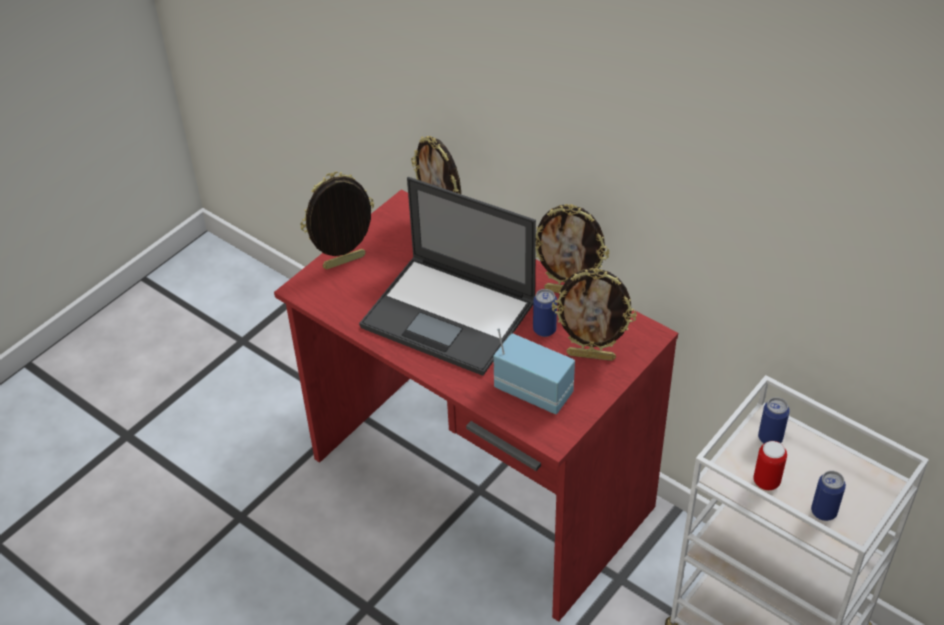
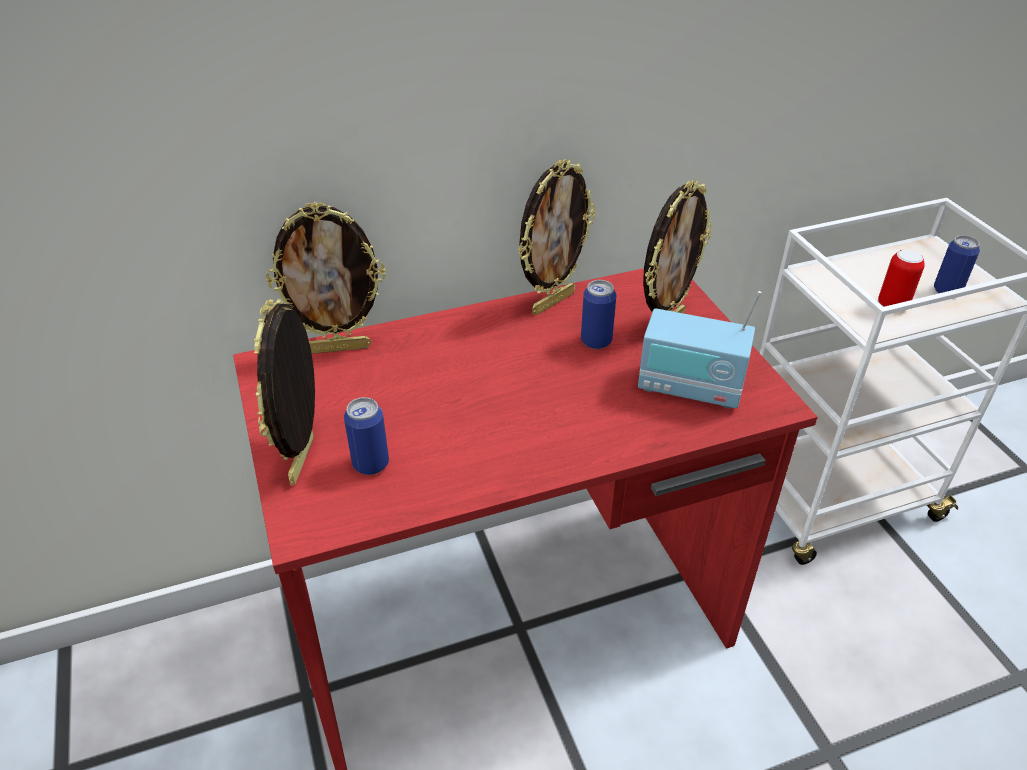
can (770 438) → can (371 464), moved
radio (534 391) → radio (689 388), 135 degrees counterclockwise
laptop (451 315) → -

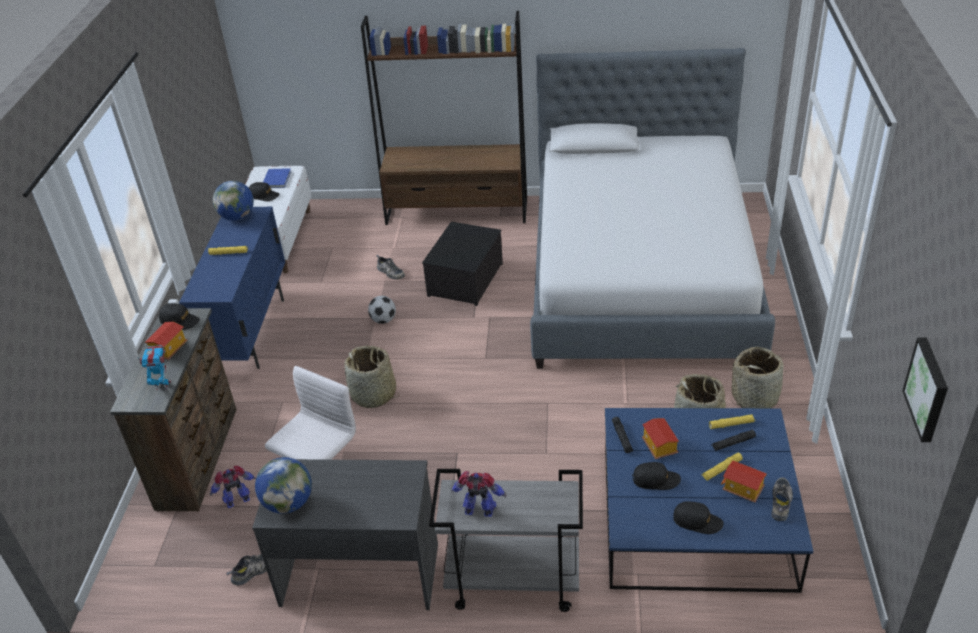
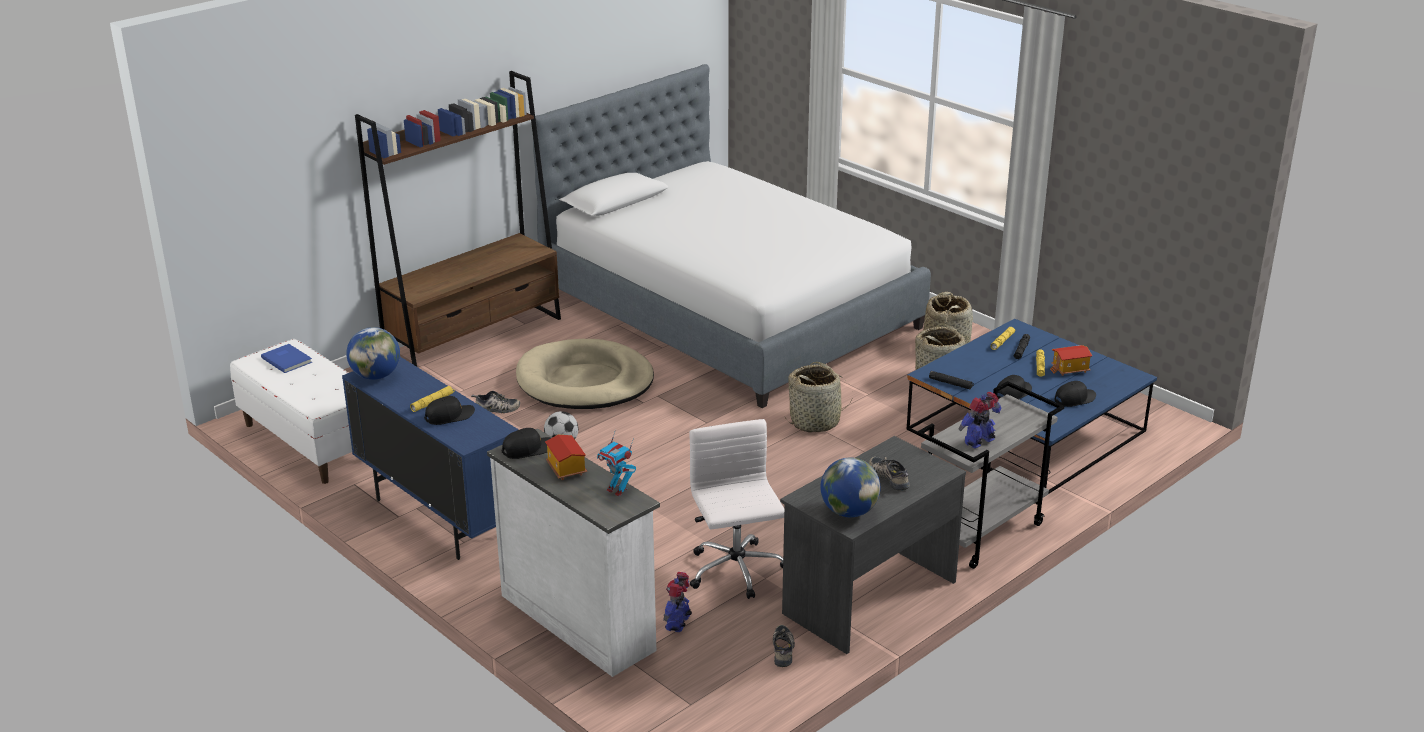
cap (black) (264 195) → cap (black) (449 416), moved
dresser (brown) (199 457) → dresser (white) (578 620)
storage box (466 280) → dog bed (beige) (584 381)
toy robot (162 385) → toy robot (617 490), 90 degrees counterclockwise
basket (374 395) → basket (815 421), moved
shoe (782 502) → shoe (890 477), moved
toy house (658 447) → -
picture (928 389) → -

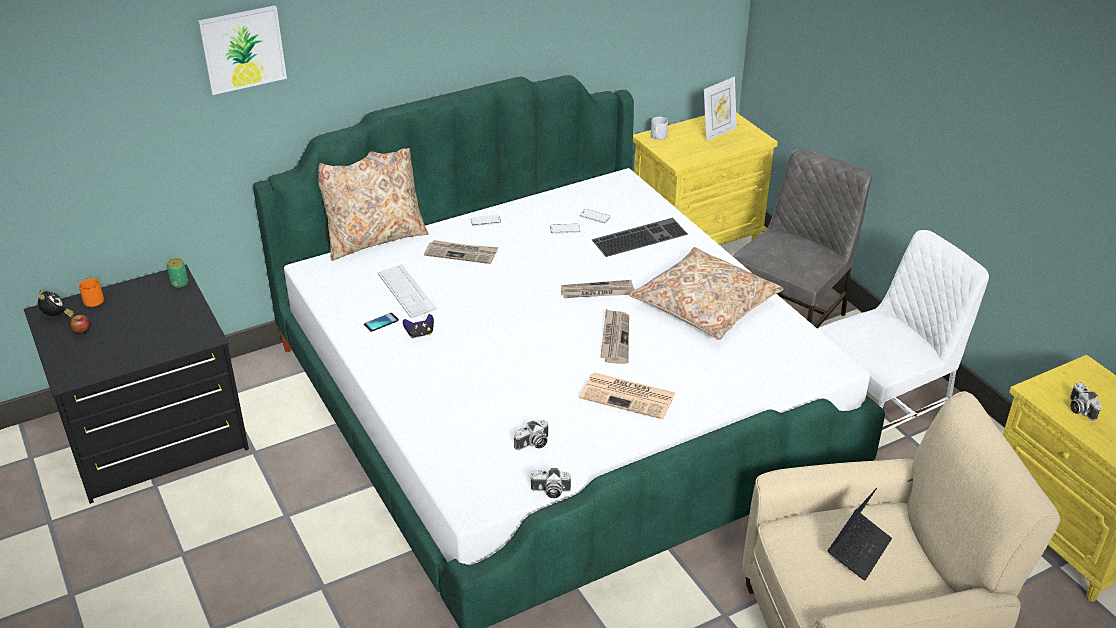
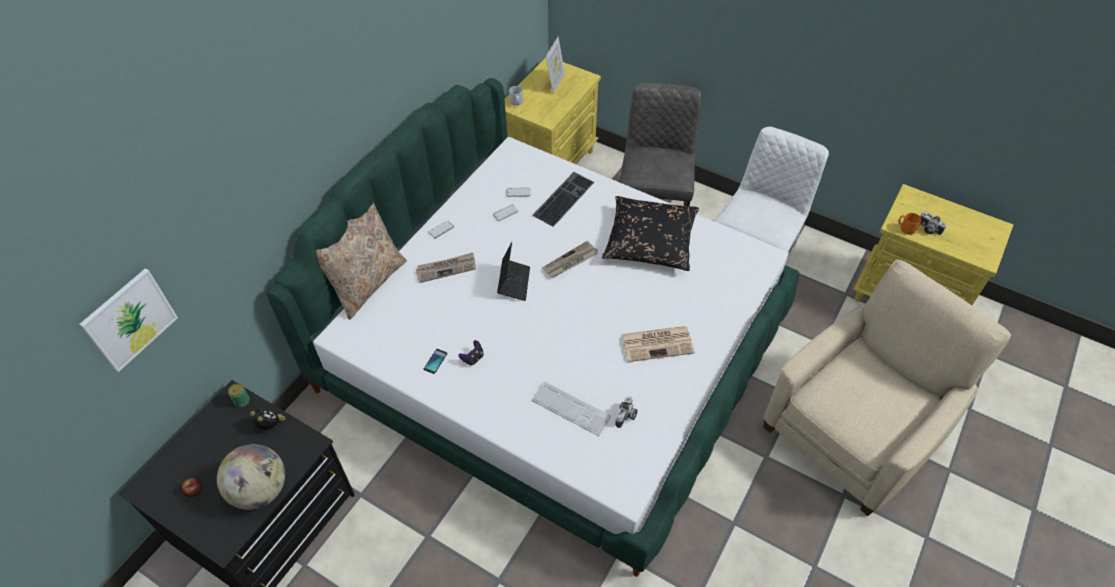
picture (242 49) → picture (130 319), moved
- → globe (260 490)
alarm clock (57 317) → alarm clock (271 425), moved
laptop (858 550) → laptop (514 282), moved
keyboard (406 291) → keyboard (570 408), moved
pillow (beige) (705 305) → pillow (black) (650 241)
mug (orange) (93 300) → mug (orange) (905 228), moved
photo camera (550 491) → -
newspaper (614 338) → -

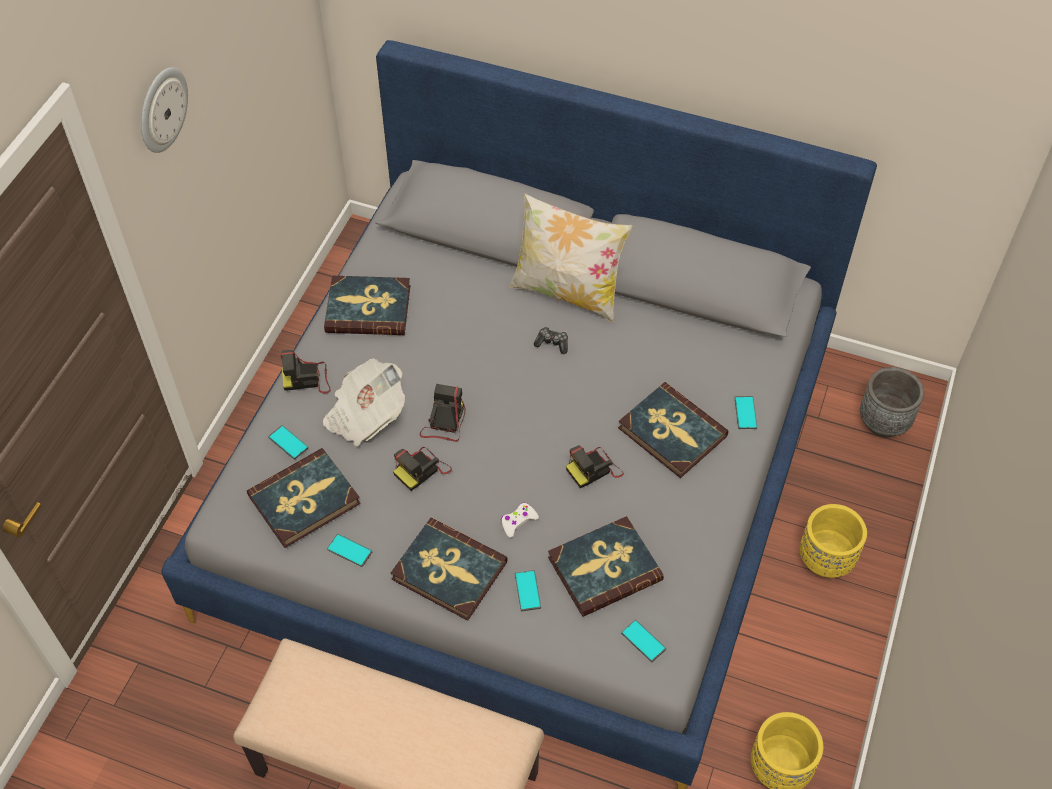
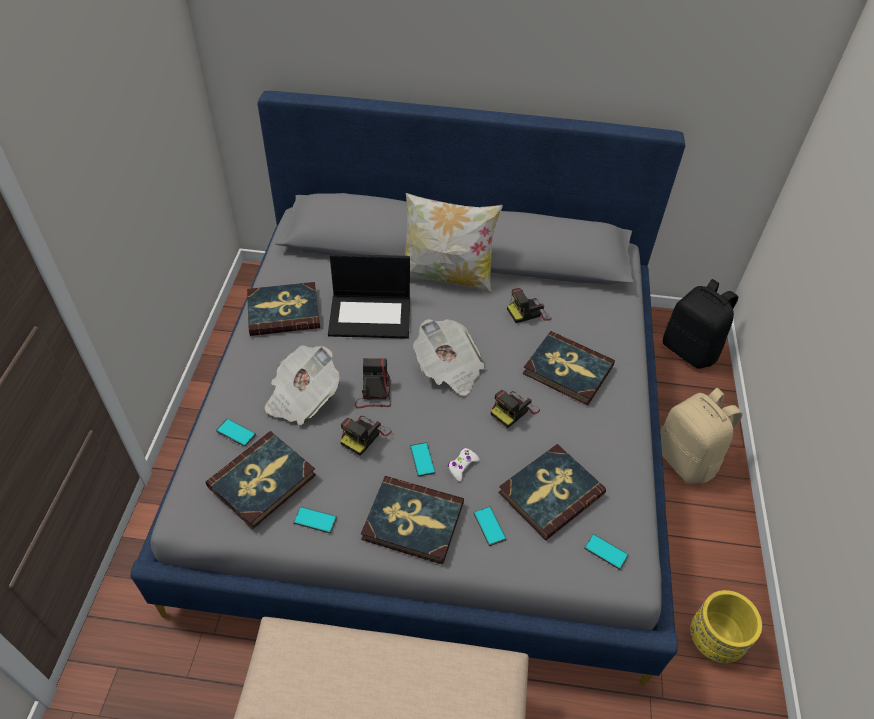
- → laptop (371 315)
phone (745 413) → phone (422 459), moved
- → newspaper (448 369)
photo camera (307 379) → photo camera (528 312), moved
planter (yellow) (826 559) → backpack (beige) (687 460)
planter (grey) (884 422) → backpack (black) (690 350)
wall clock (161 109) → -
game controller (552 343) → -

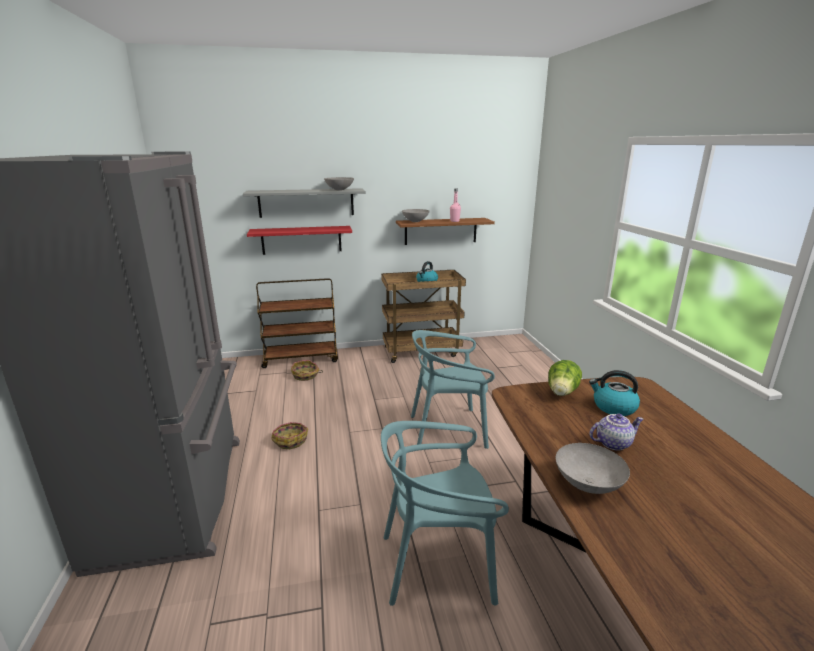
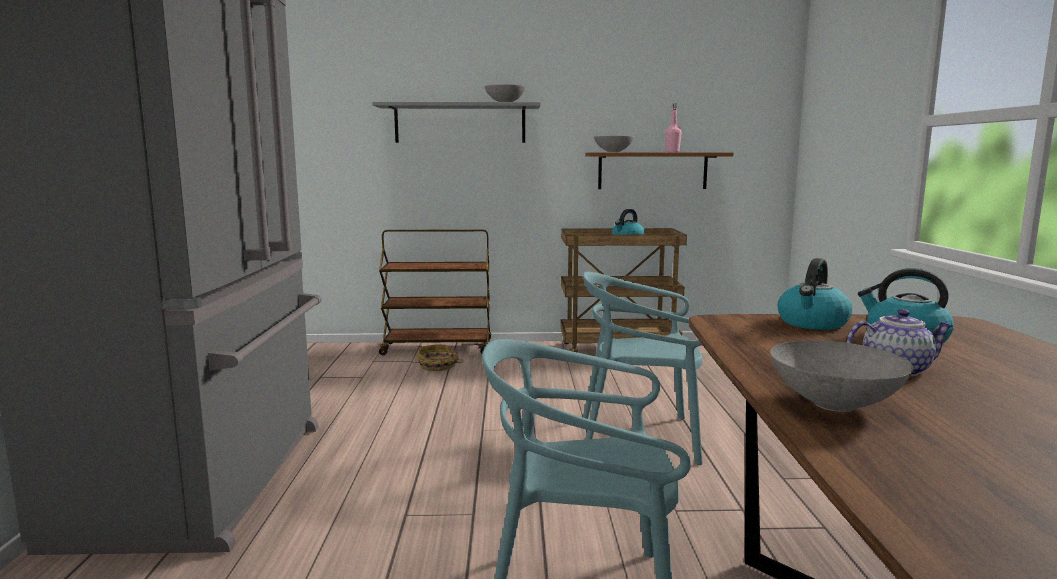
lettuce (562 393) → kettle (812 323)
shelf (red) (301 240) → -
basket (290 440) → -

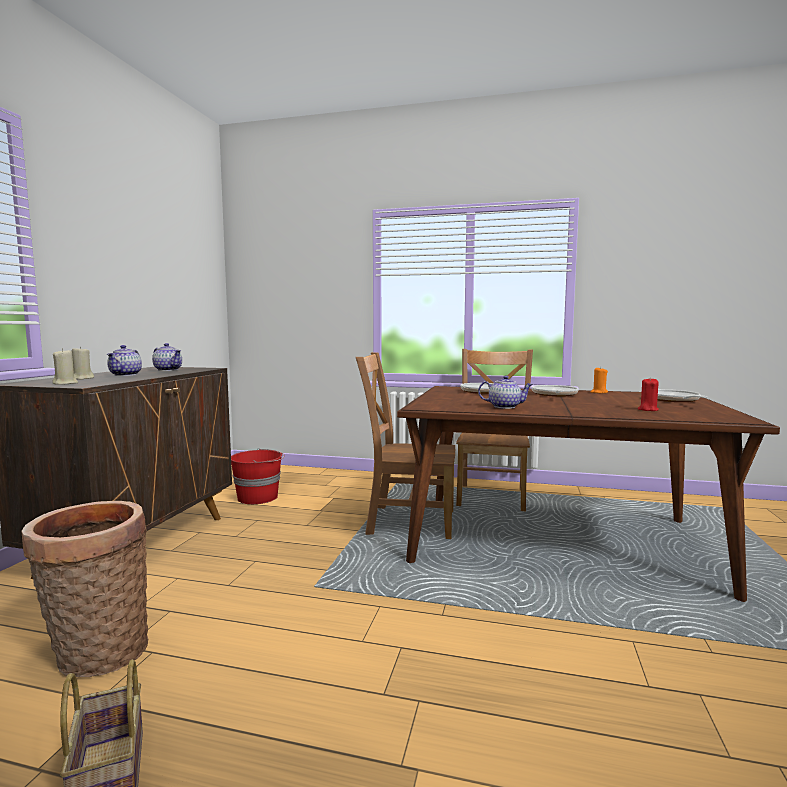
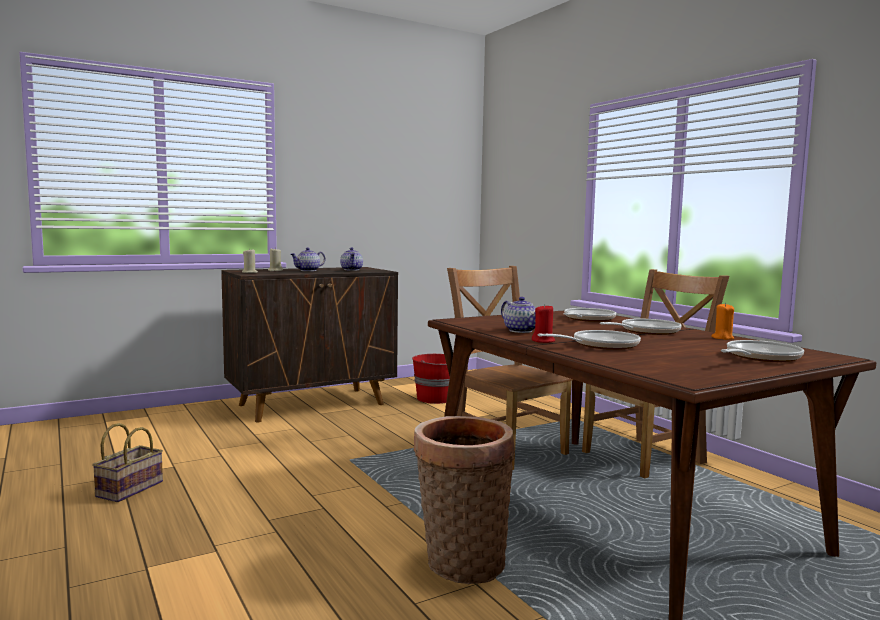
basket (97 654) → basket (460 563), moved
candle (red) (647 410) → candle (red) (543 341), moved
- → frying pan (600 345)

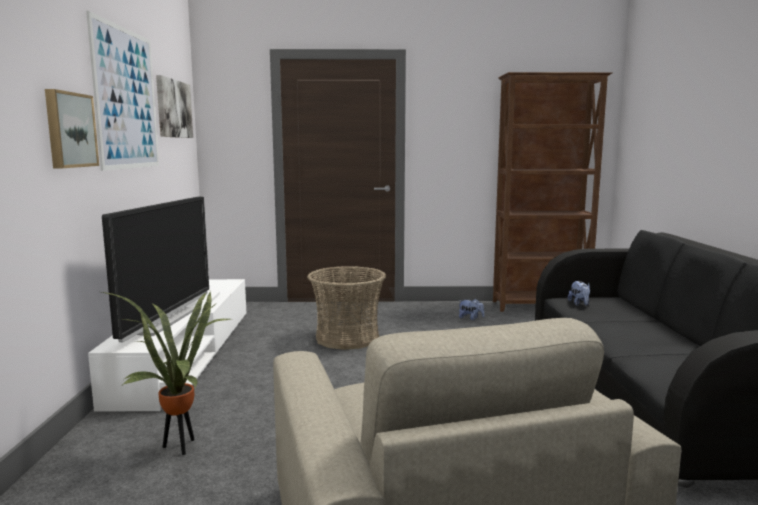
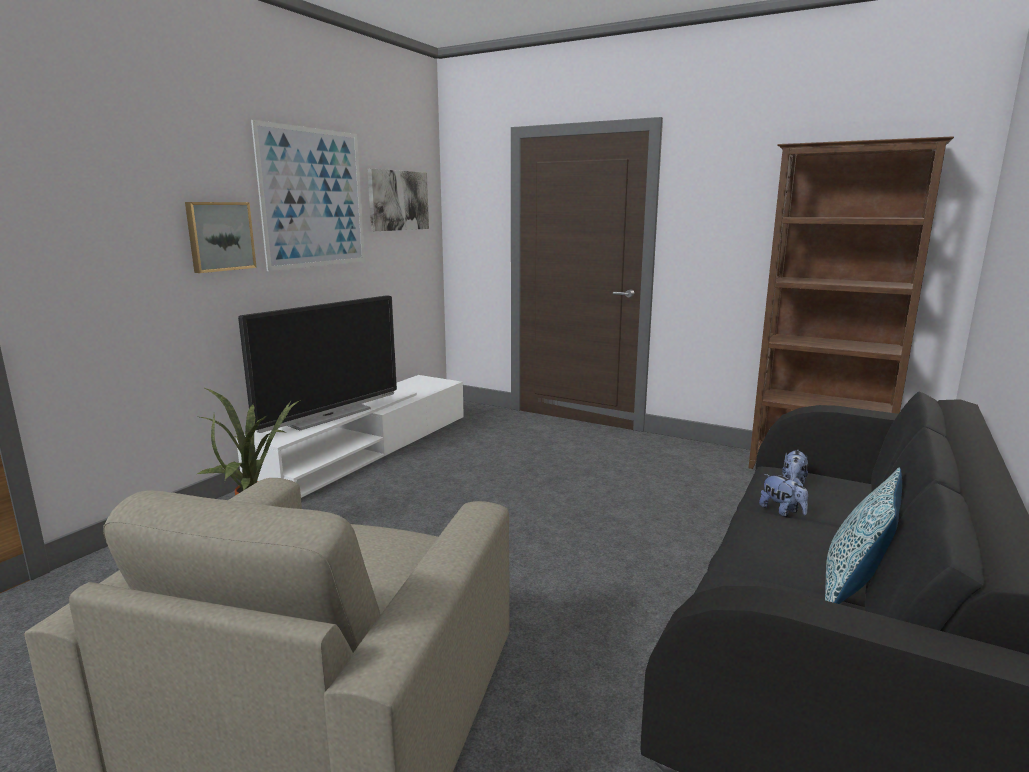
plush toy (470 318) → plush toy (782 511), moved
- → pillow (853 590)
basket (347 338) → -

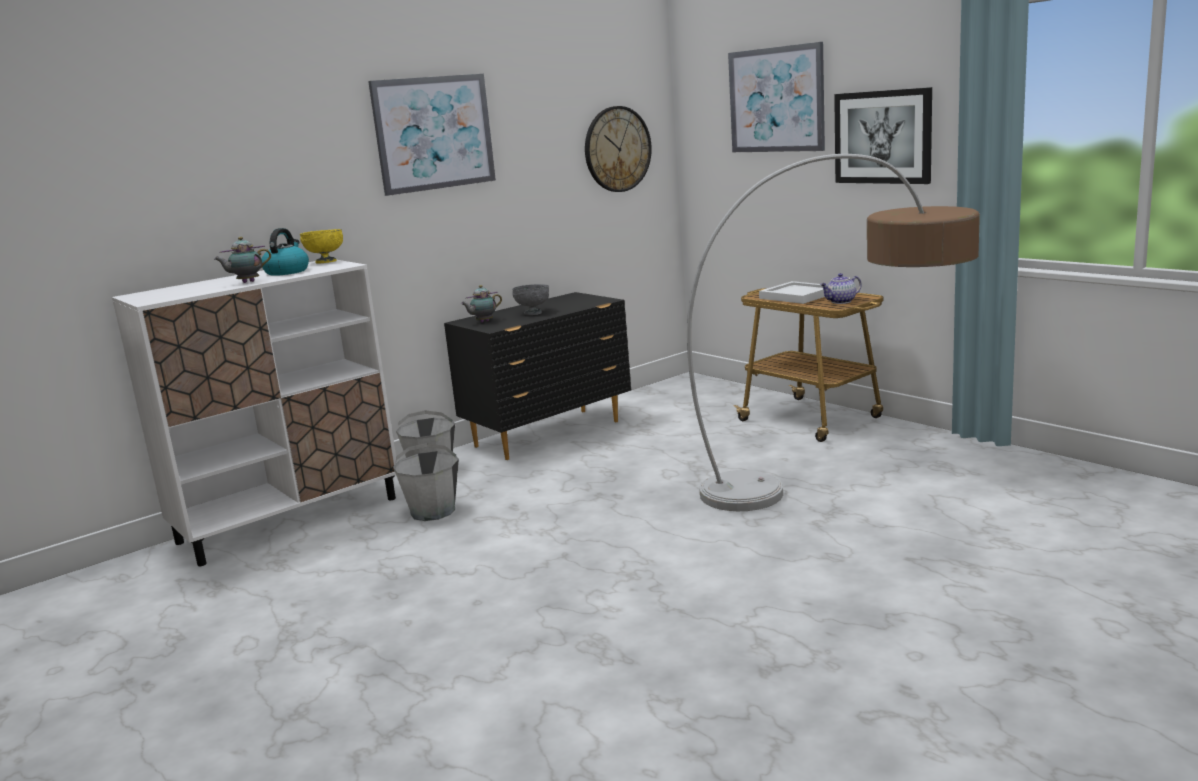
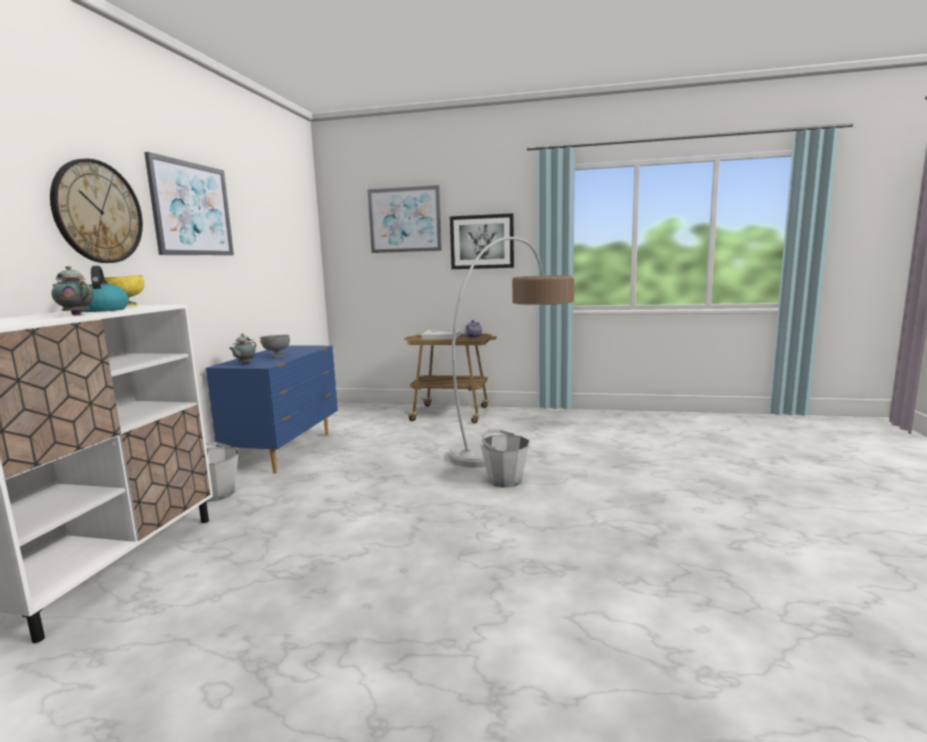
wall clock (617 149) → wall clock (98 212), moved
teapot (246 282) → teapot (76 315), 90 degrees clockwise
dresser (black) (550 434) → dresser (blue) (286 450)
bucket (grey) (433 511) → bucket (grey) (505 480), moved

